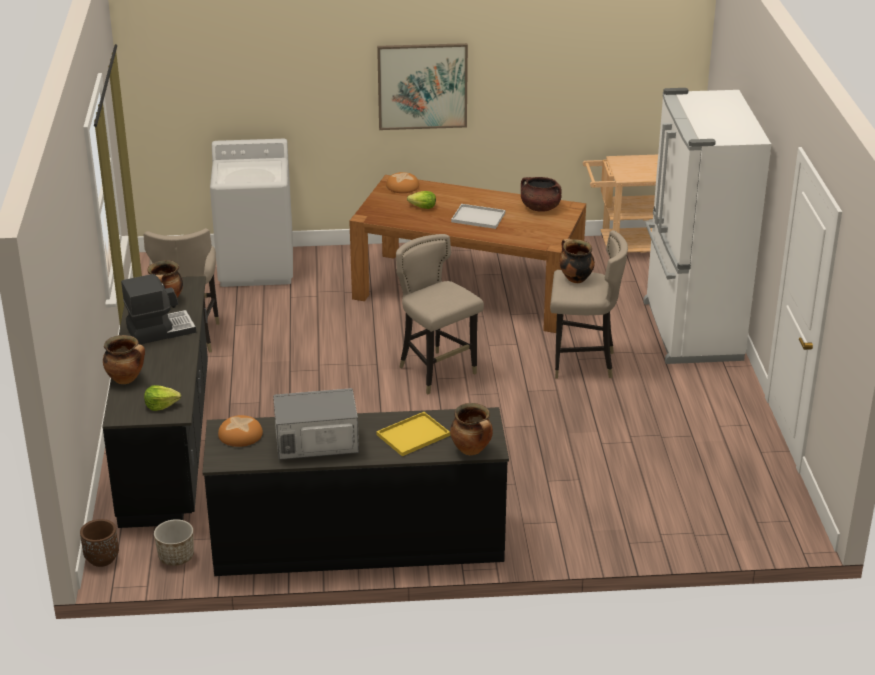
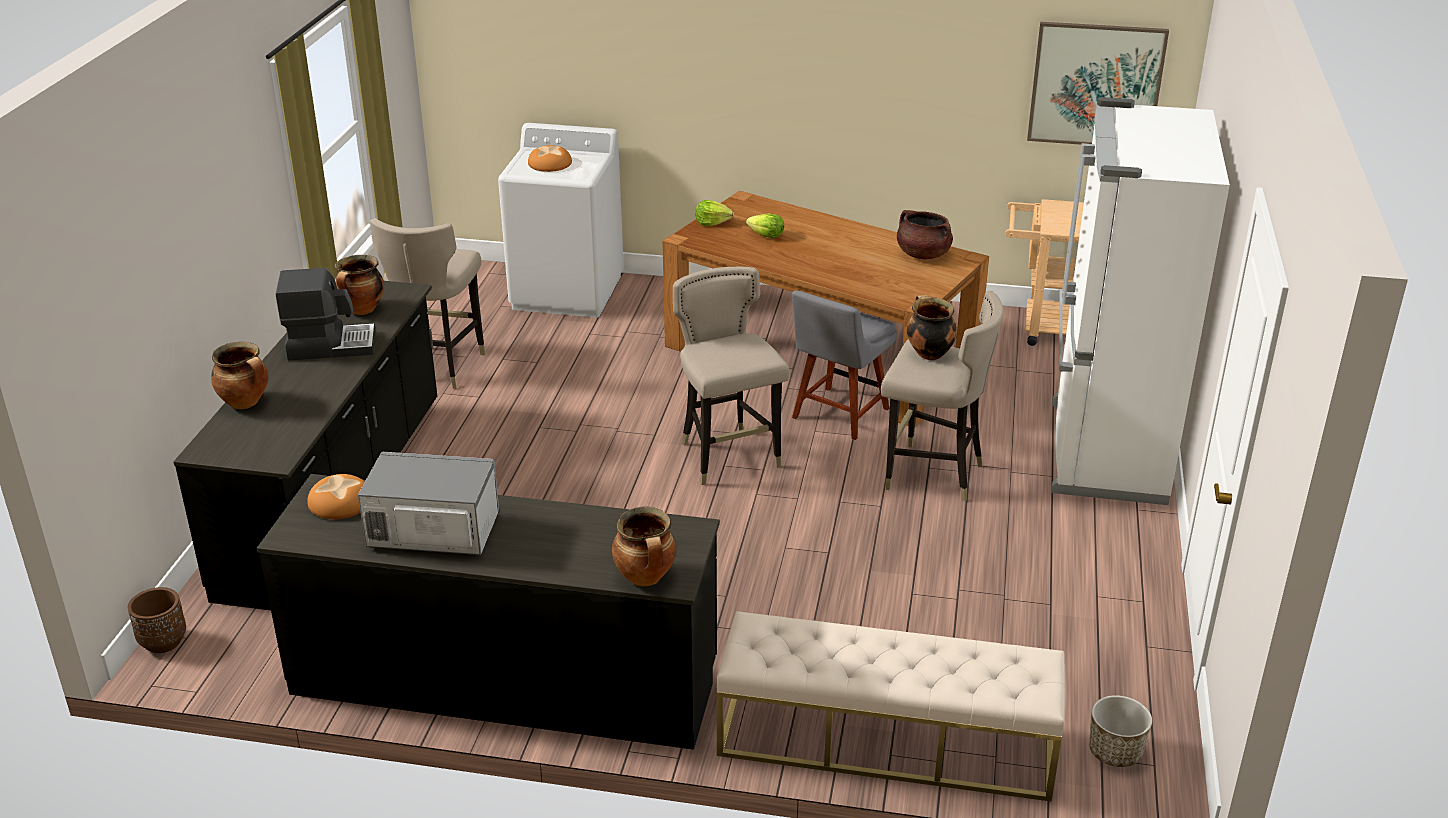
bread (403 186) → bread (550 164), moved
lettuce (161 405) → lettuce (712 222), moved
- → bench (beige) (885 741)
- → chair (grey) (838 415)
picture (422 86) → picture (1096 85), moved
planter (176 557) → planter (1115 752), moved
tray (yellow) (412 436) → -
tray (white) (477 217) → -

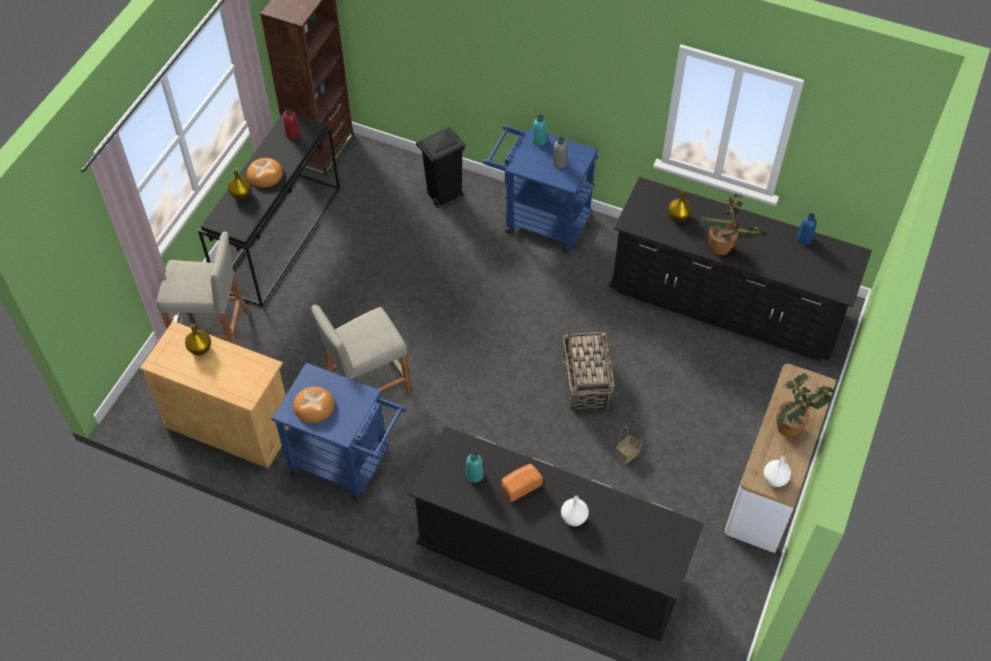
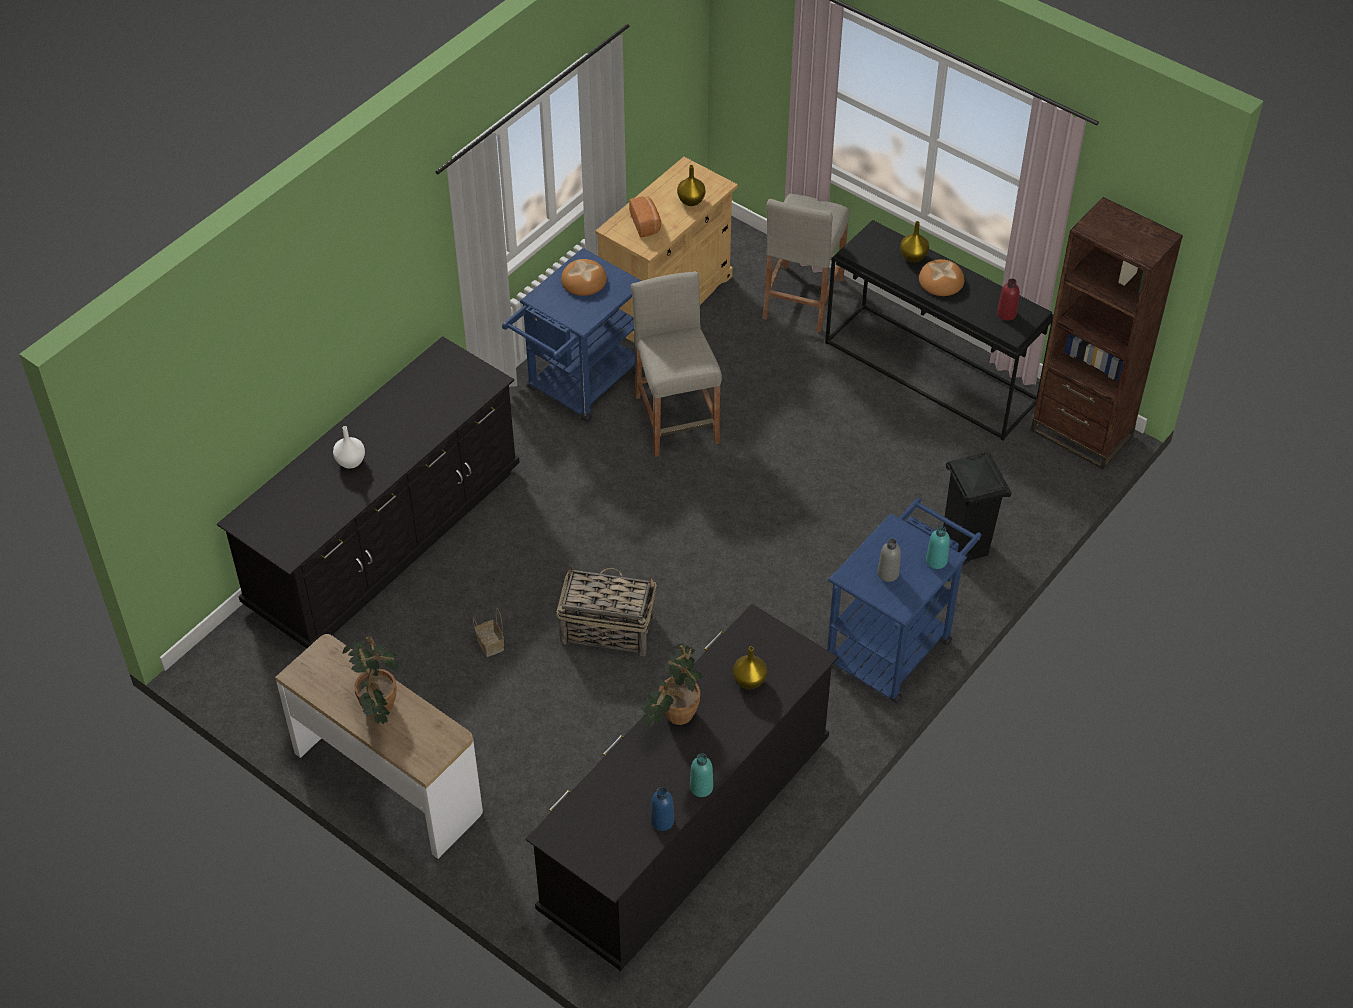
bread (520 486) → bread (646 223), moved
bottle (turquoise) (474 475) → bottle (turquoise) (701 787), moved
vase (white) (775 479) → -

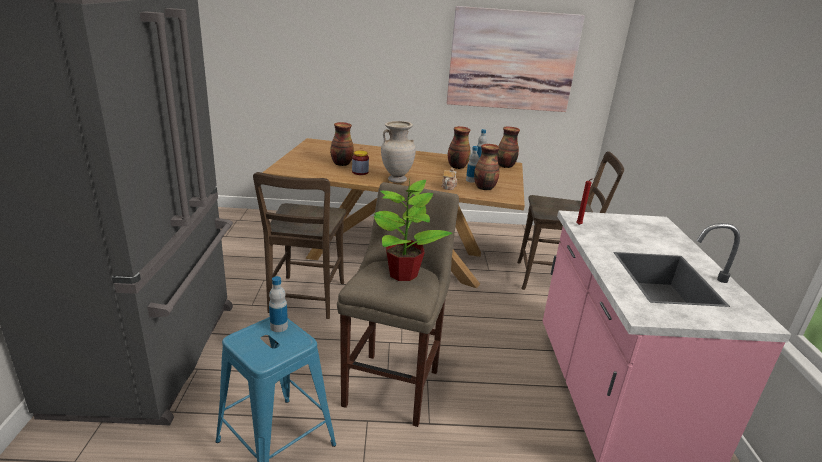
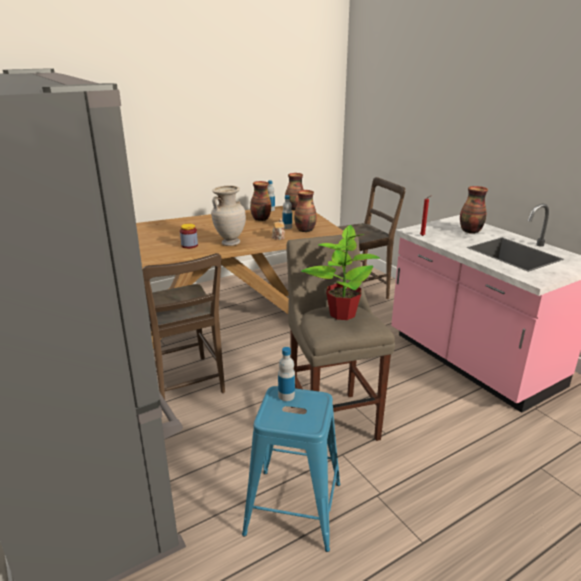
vase (341 164) → vase (470 231), moved
picture (512 60) → -

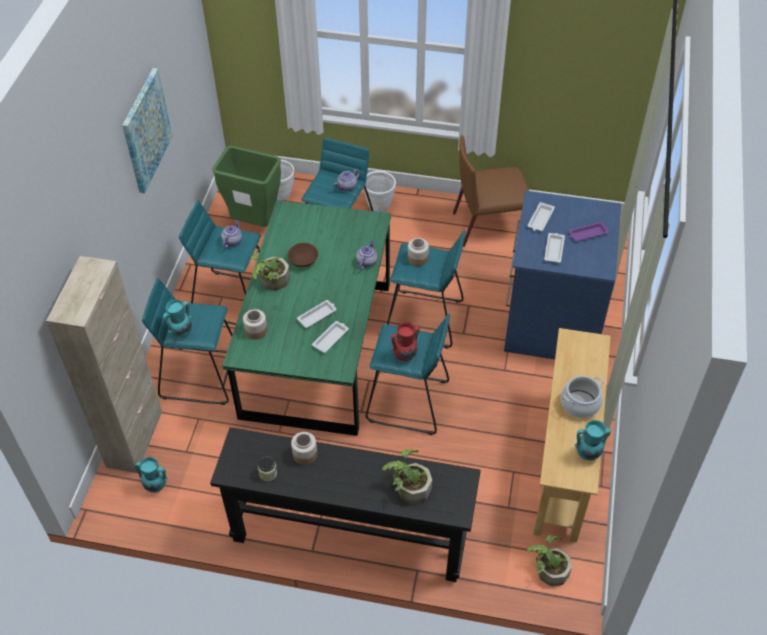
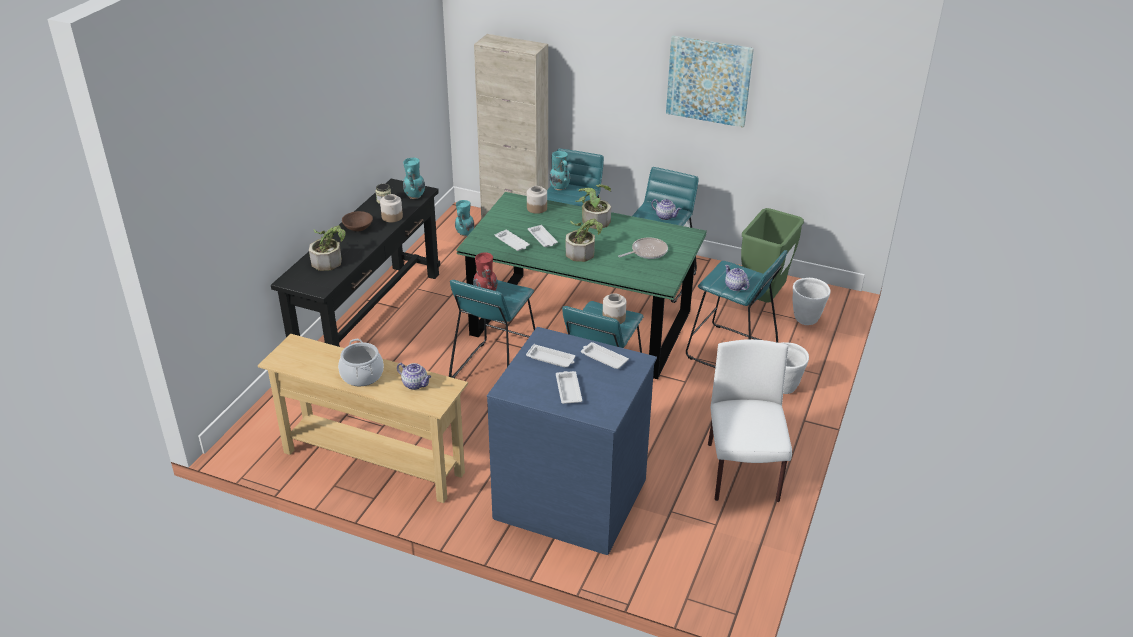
bowl (brown) (303 261) → bowl (brown) (358 228), moved
teapot (366 262) → teapot (415 384), moved
vase (turquoise) (588 454) → vase (turquoise) (414 196), moved
tray (purple) (587 234) → tray (white) (568 389)
potted plant (548 569) → potted plant (583 252), moved
- → frying pan (647 252)
chair (brown) (489 225) → chair (white) (743 474)

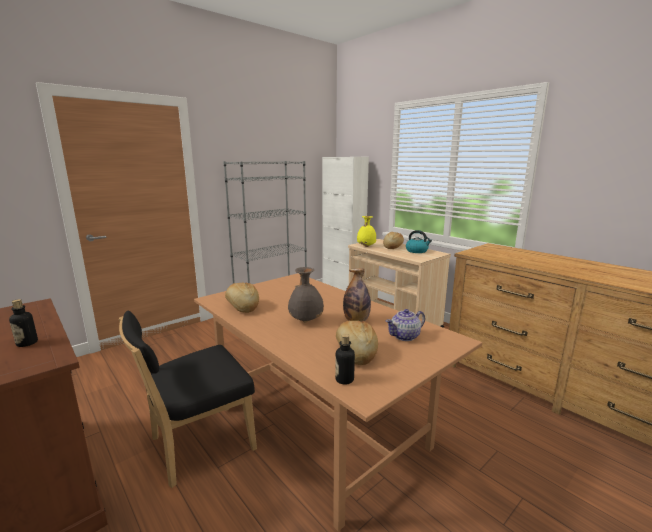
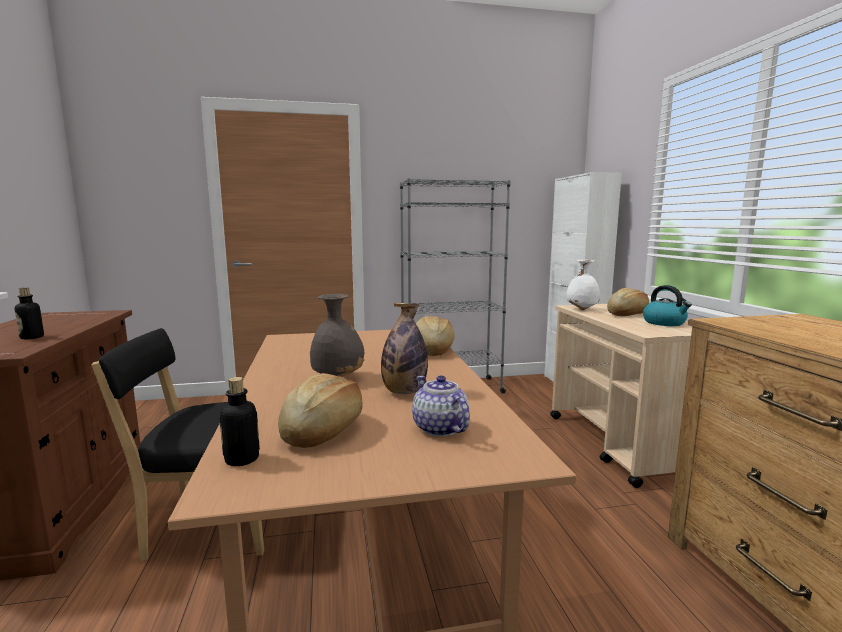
teapot (405 336) → teapot (440 428), 60 degrees clockwise
bread (242 307) → bread (431 350), moved
vase (yellow) (366 246) → vase (white) (581 309)

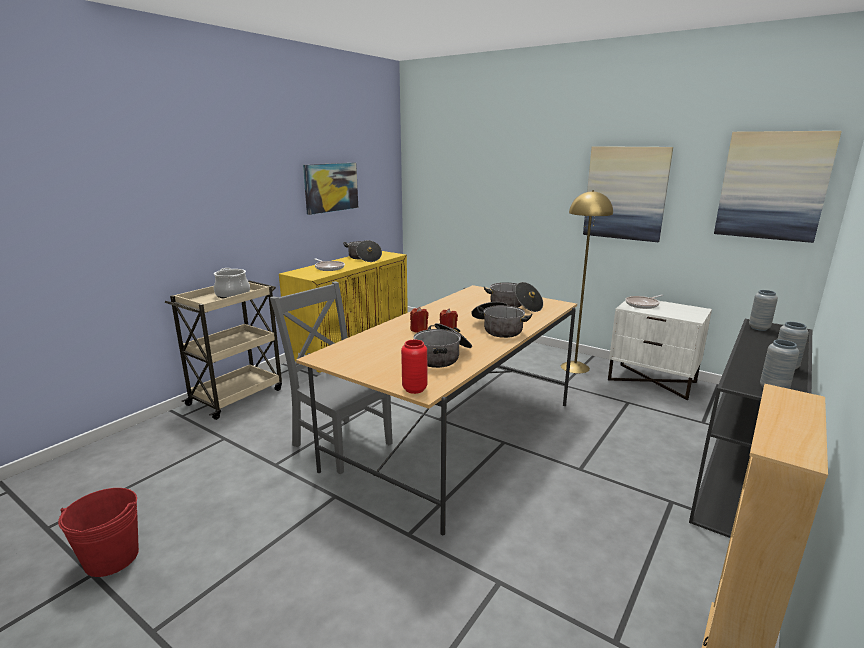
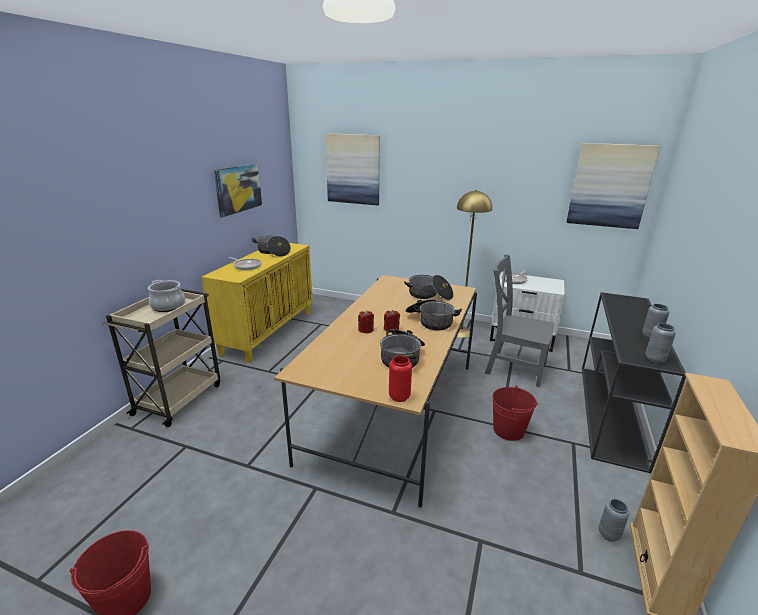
picture (626 193) → picture (353 169), moved
chair (grey) (340 442) → chair (grey) (512 367), moved
- → bucket (red) (508 430)
vase (grey) (759 328) → vase (grey) (608 534), moved

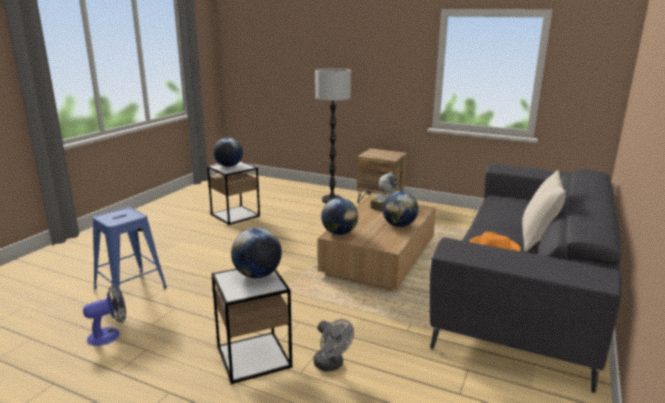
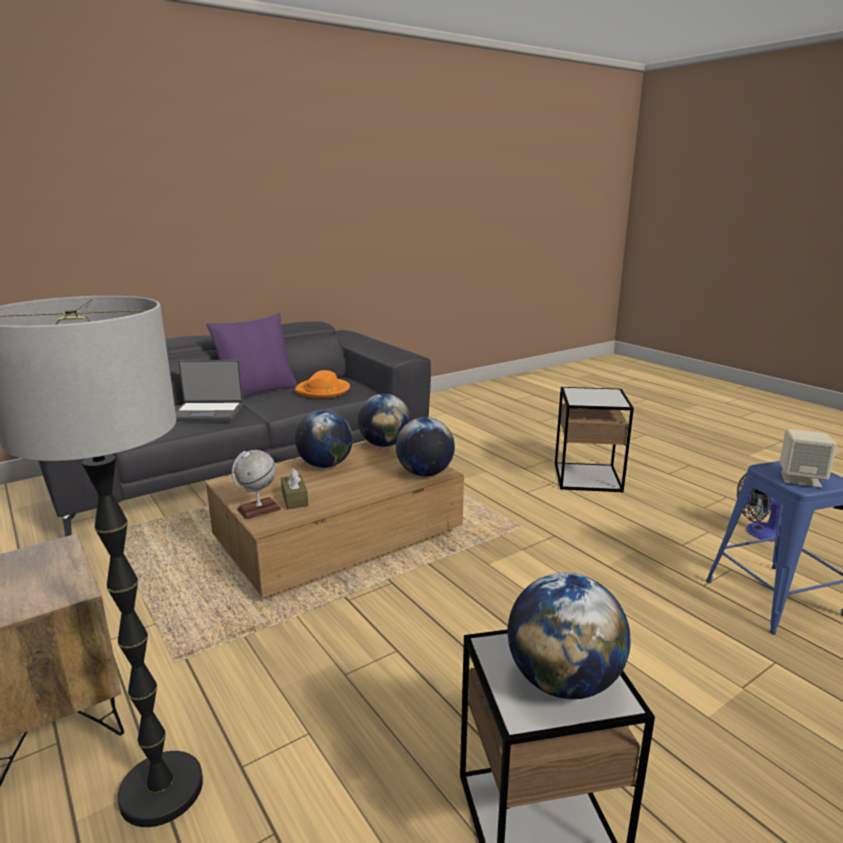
- → laptop (208 412)
pillow (beige) (537 239) → pillow (purple) (257 391)
globe (257 275) → globe (384 444), moved
- → speaker (beige) (800 479)
fan (grey) (331 365) → -

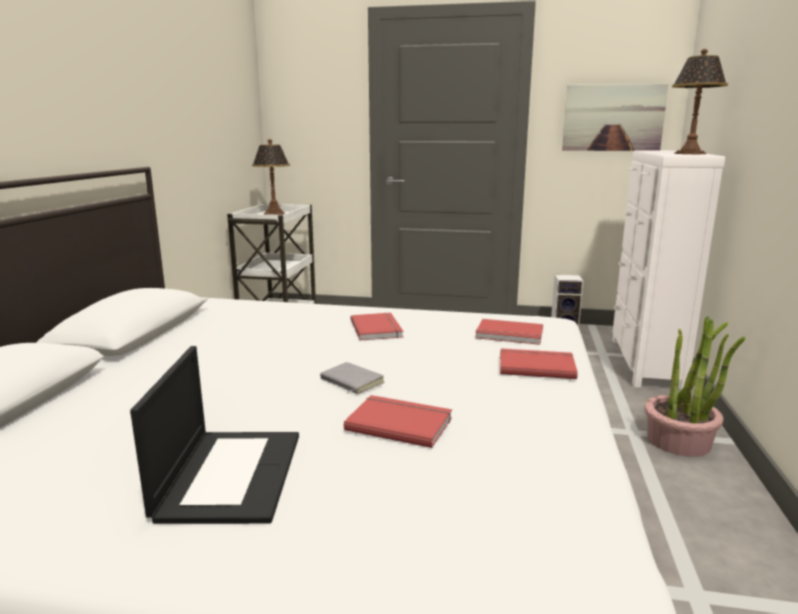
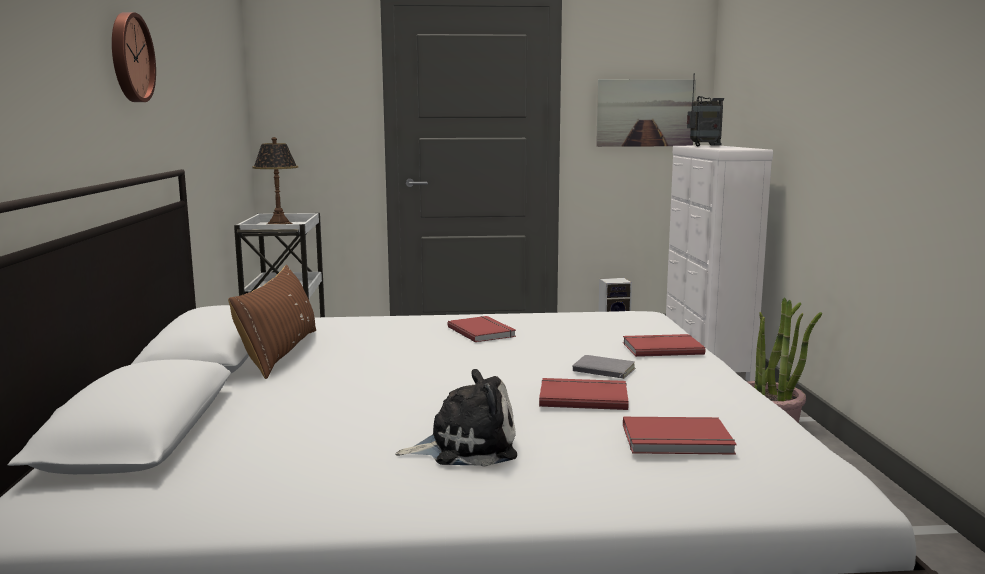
- → wall clock (129 57)
- → pillow (brown) (280 352)
laptop (230 474) → plush toy (466 447)
book (grey) (350 382) → book (grey) (603 371), moved
book (red) (509 335) → book (red) (678 441), moved
- → radio (704 146)
table lamp (689 153) → -

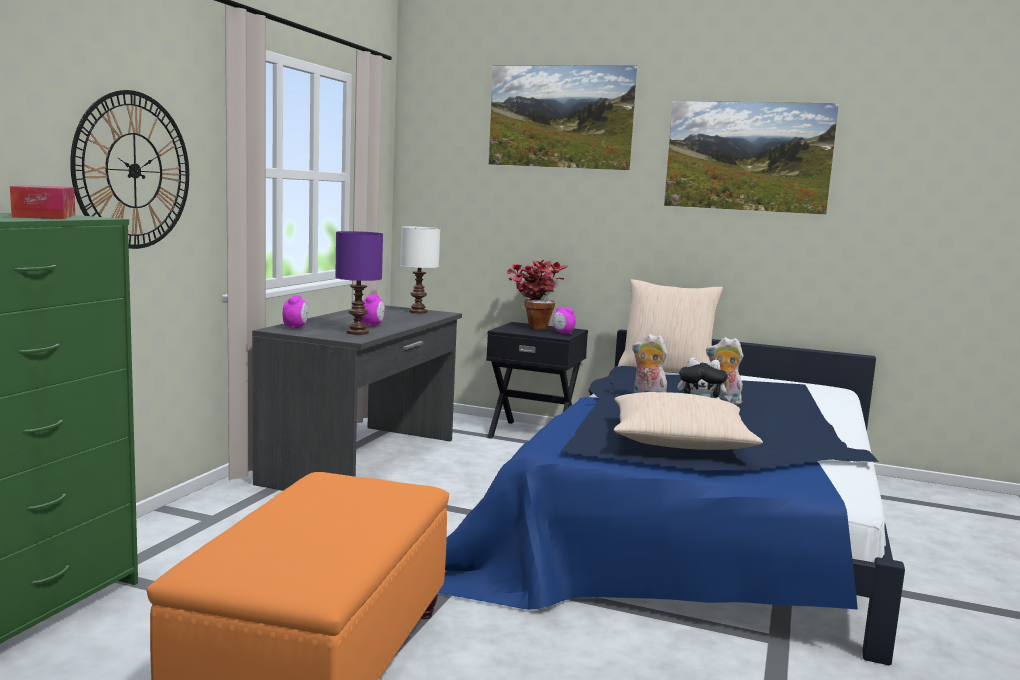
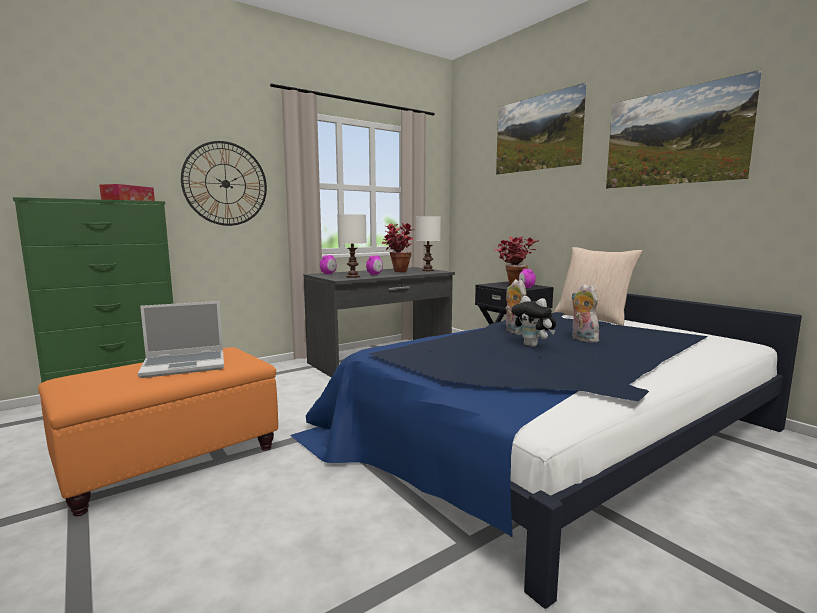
- → laptop (185 365)
table lamp (purple) (357 332) → table lamp (white) (353 277)
- → potted plant (397 272)
pillow (beige) (679 441) → -

